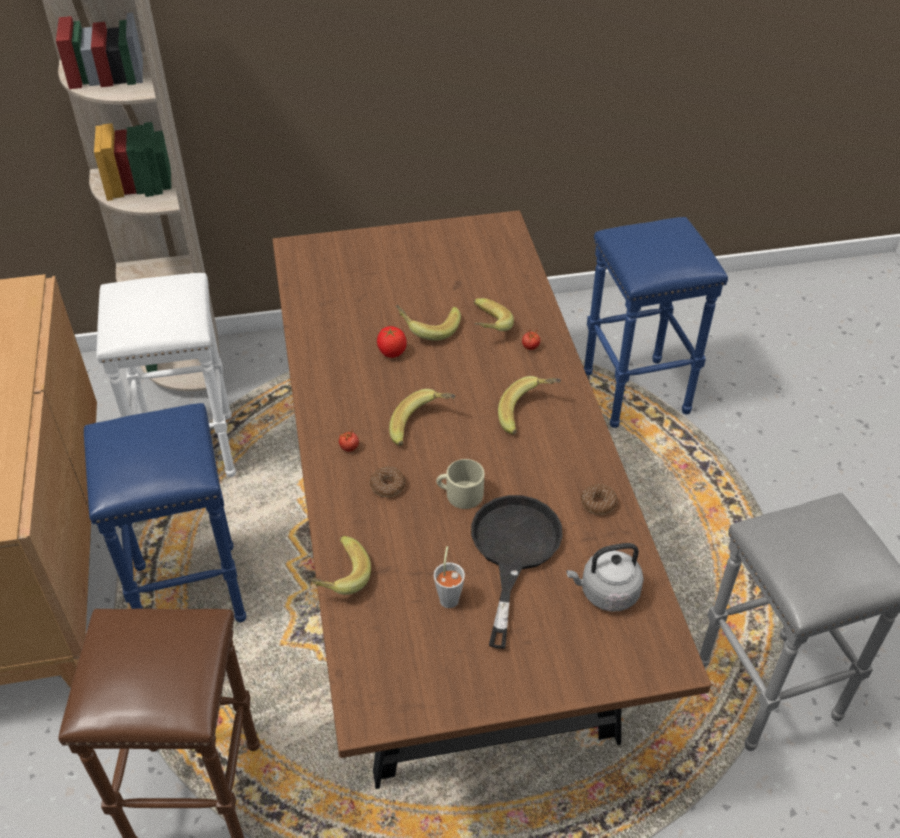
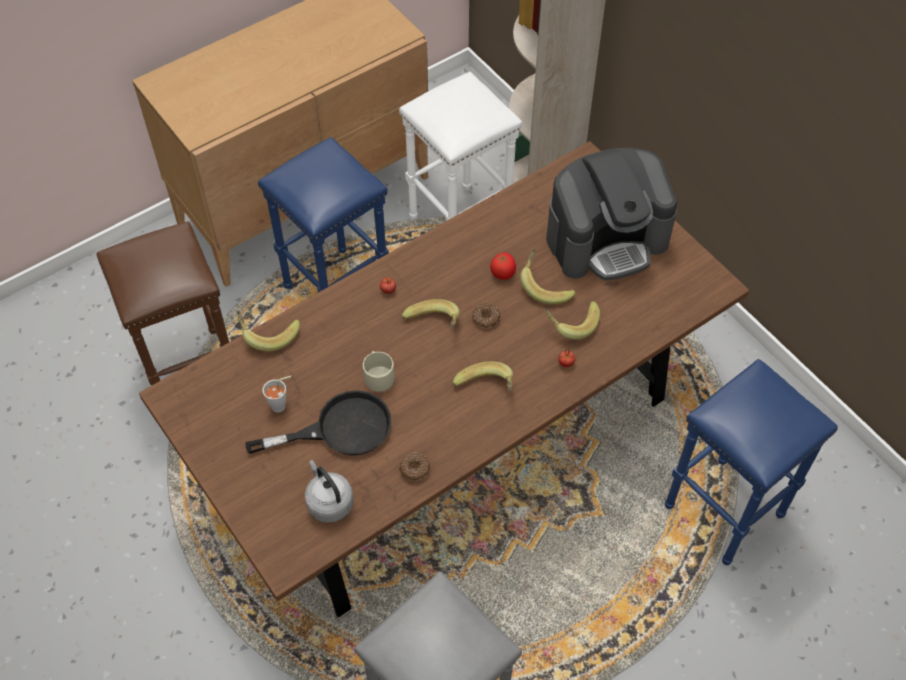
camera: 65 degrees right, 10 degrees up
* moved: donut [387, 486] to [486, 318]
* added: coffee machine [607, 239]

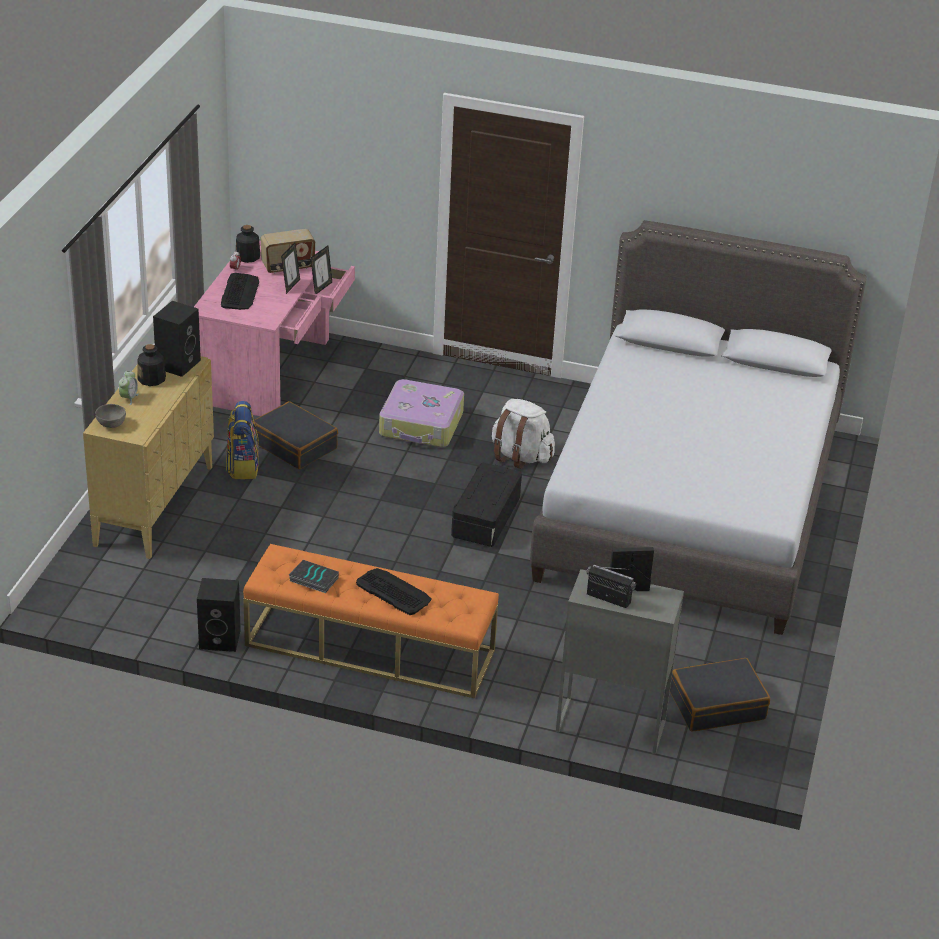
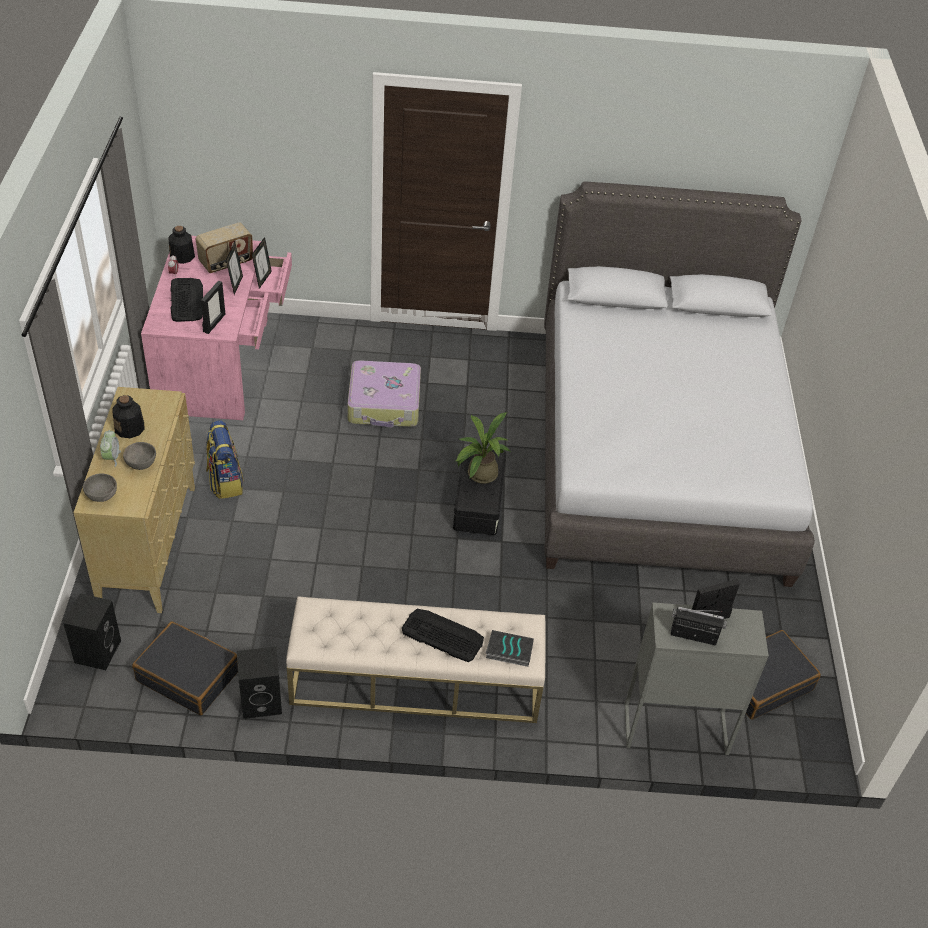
camera: 15 degrees left, 10 degrees up
* moved: black speaker [178, 363] to [97, 650]
* recoloured: orange bench [369, 648] to beige bench [415, 681]
* moved: black suitcase [295, 445] to [188, 675]
* moved: book [313, 580] to [508, 651]
* removed: white backpack [520, 456]
* added: grey bowl [141, 464]
* added: picture frame [214, 323]
* added: potted plant [479, 475]

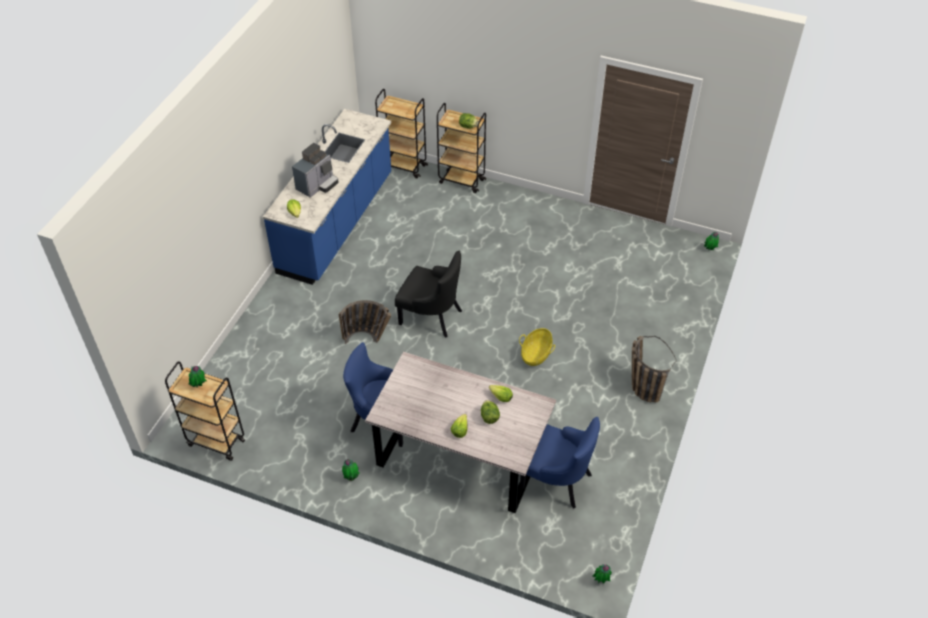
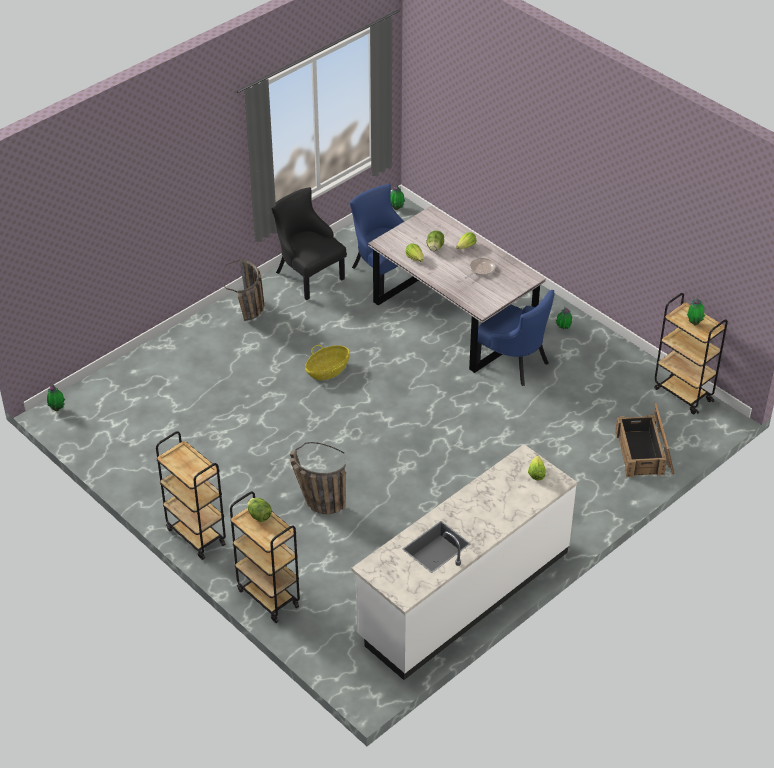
camera: 155 degrees left, 5 degrees down
* recoloured: blue counter [337, 224] to white counter [463, 594]
* removed: coffee machine [317, 185]
* moved: basket [368, 339] to [316, 502]
* moved: brown cart [404, 167] to [195, 537]
* moved: black chair [430, 316] to [309, 277]
* added: frying pan [480, 269]
* added: crate [645, 452]

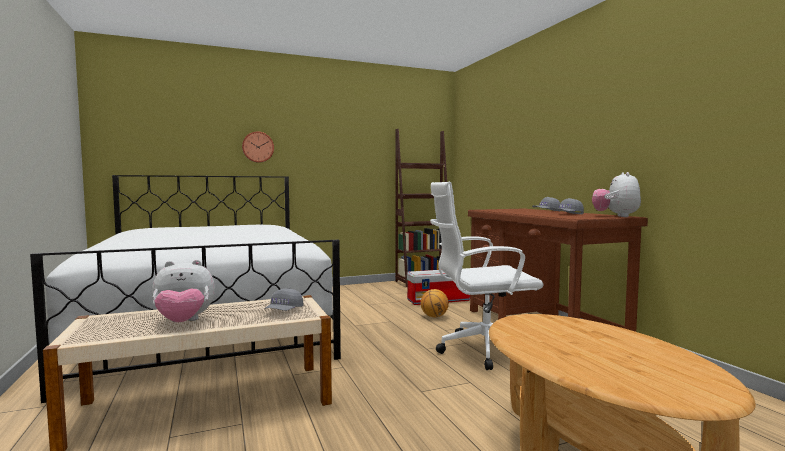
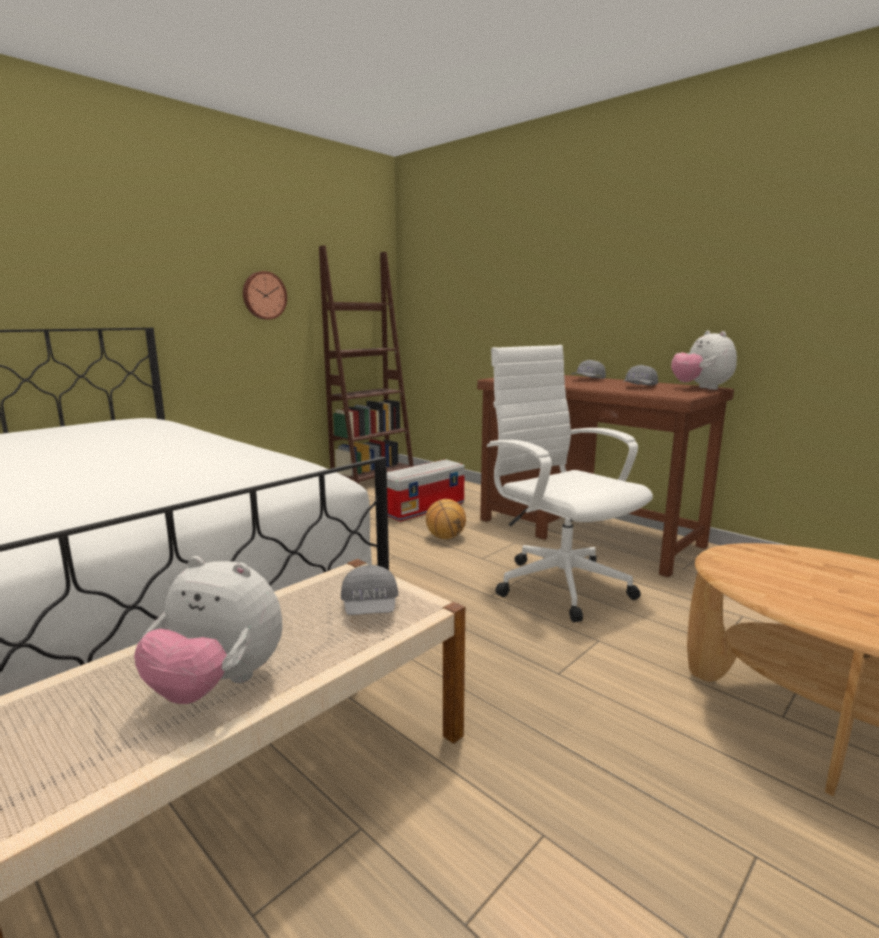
camera: 25 degrees left, 10 degrees up
* turned: plush toy [184, 322] = [218, 685] 60 degrees clockwise
* moved: wall clock [258, 147] to [264, 295]
* turned: white office chair [480, 350] = [558, 584] 90 degrees clockwise

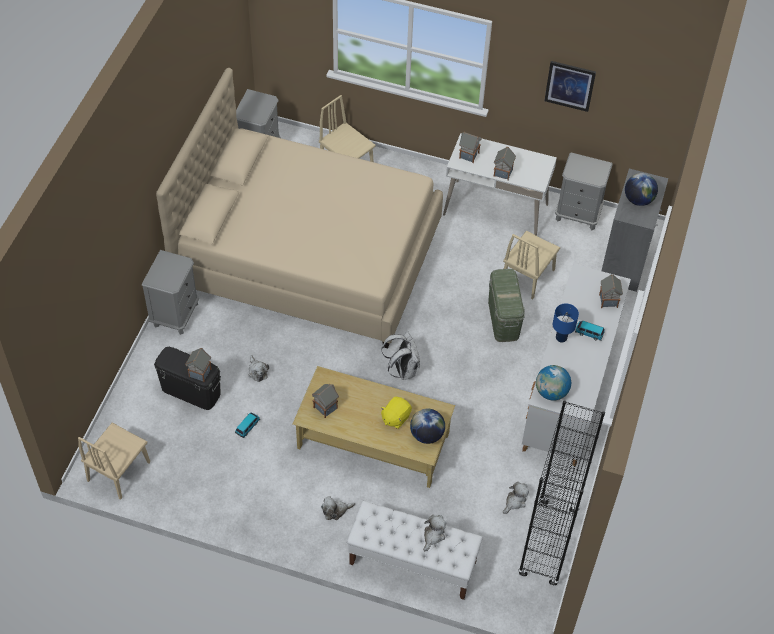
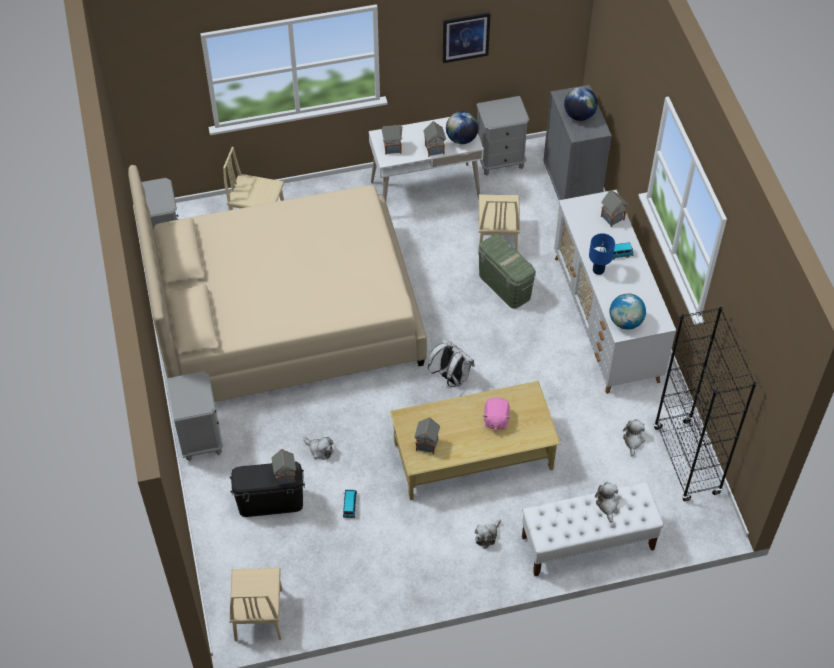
camera: 30 degrees left, 0 degrees up
* recoloured: yellow plush toy [395, 417] to pink plush toy [495, 419]
* moved: globe [426, 435] to [461, 139]

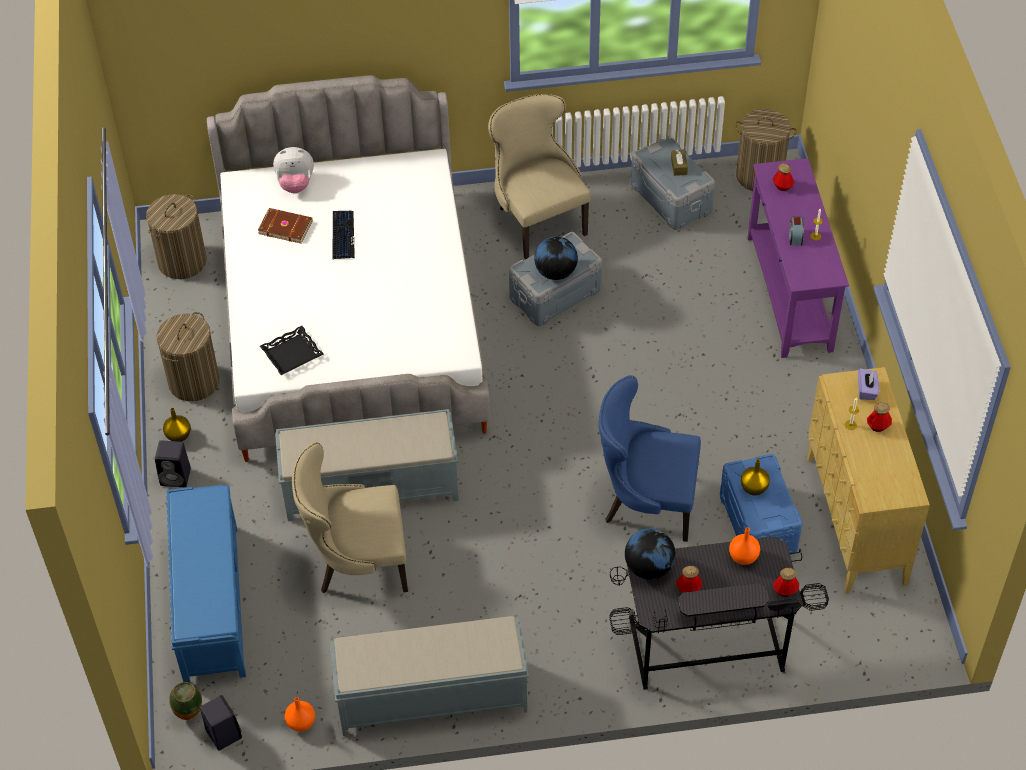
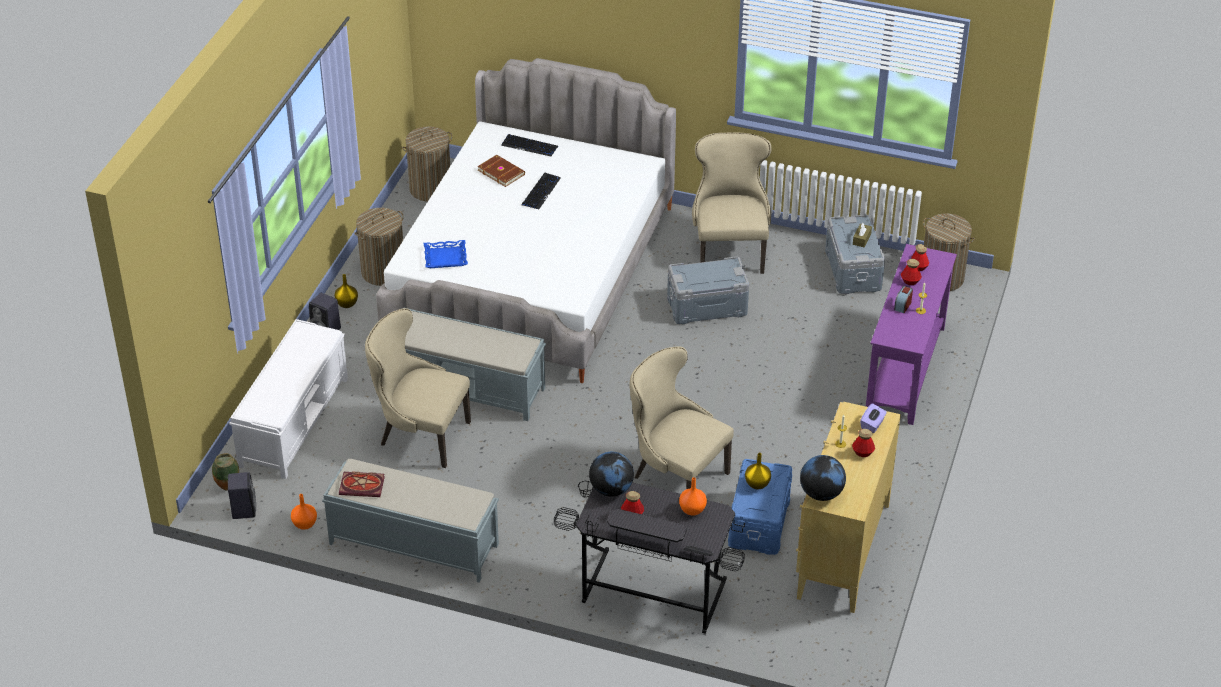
camera: 25 degrees right, 10 degrees down
* recoloured: blue bench [211, 602] to white bench [294, 421]
* recoloured: black tray [292, 354] to blue tray [445, 258]
* replaced: plush toy [295, 184] to keyboard [529, 146]
* moved: globe [556, 272] to [821, 493]
* recoloured: blue chair [646, 503] to beige chair [676, 476]
* moved: bottle [785, 590] to [910, 281]
* added: book [363, 485]

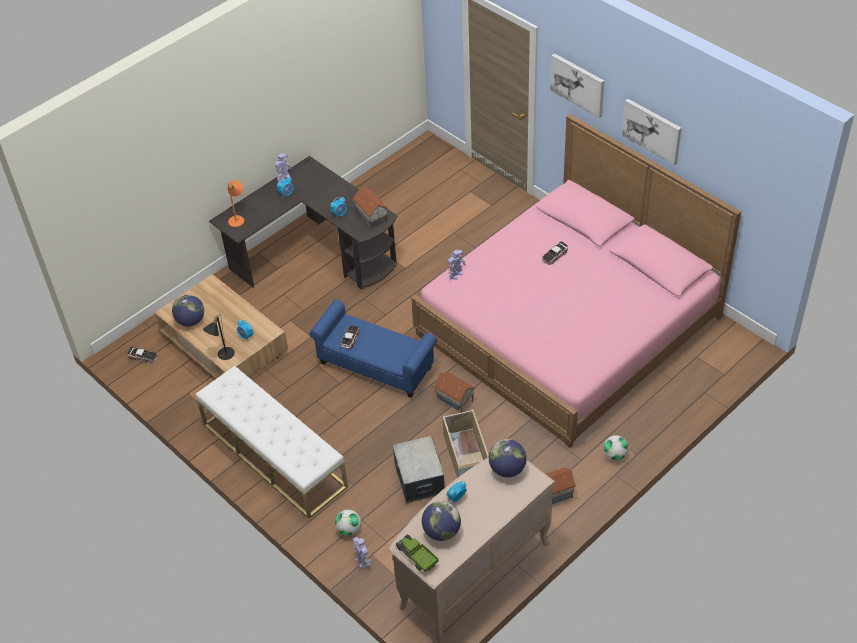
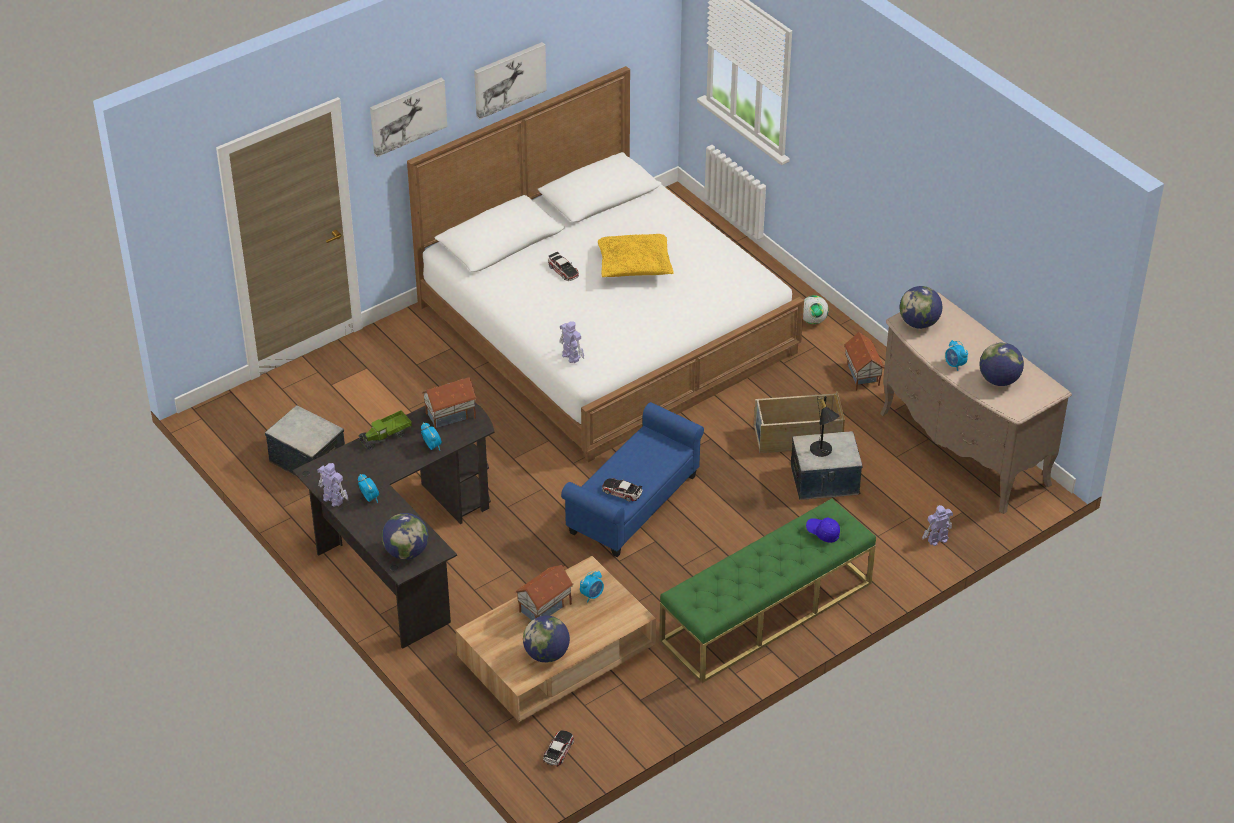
camera: 85 degrees left, 5 degrees down
* recoloured: white bench [274, 455] to green bench [766, 612]
* moved: black table lamp [222, 354] to [822, 452]
* replaced: orange table lamp [238, 219] to globe [406, 552]
* removed: football [349, 529]
* moved: toy truck [417, 557] to [385, 436]
* recoloured: pink bed [568, 324] to white bed [606, 328]
* moved: toy house [454, 401] to [545, 608]
* added: storage box [308, 460]
* added: yellow pillow [635, 266]
* added: blue cap [823, 533]

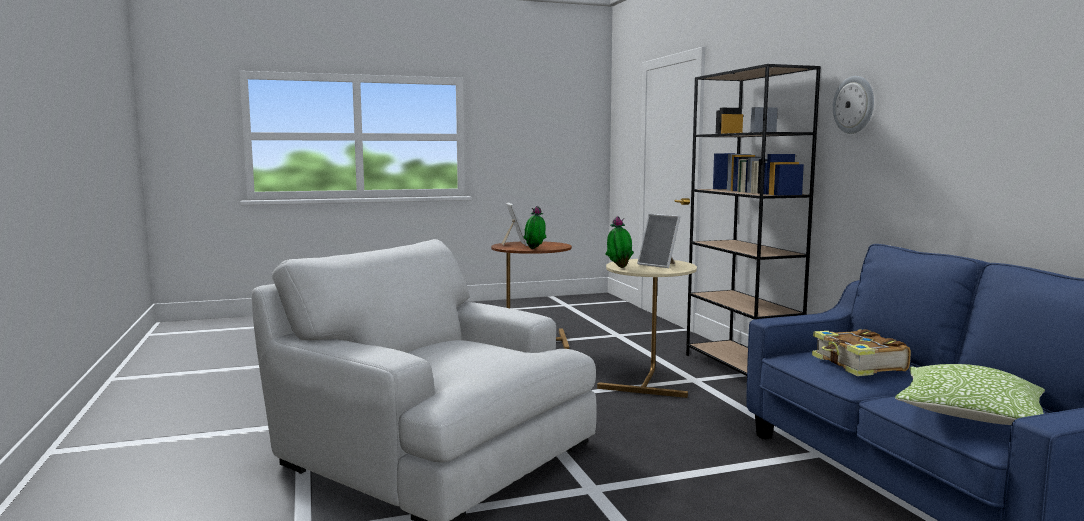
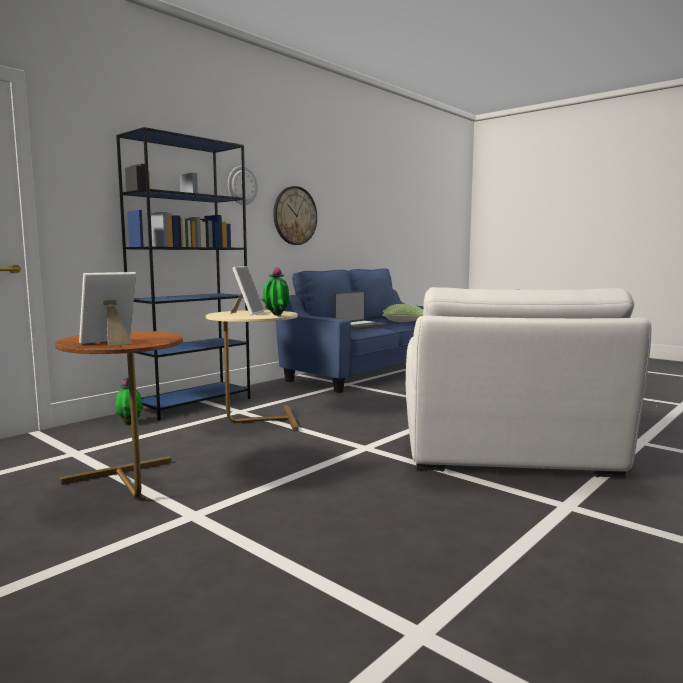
camera: 120 degrees left, 0 degrees up
* moved: potted plant [535, 249] to [130, 423]
* recoloured: beige bookcase [741, 369] to blue bookcase [193, 404]
* replaced: book [858, 365] to laptop [359, 326]
* added: wall clock [295, 215]

